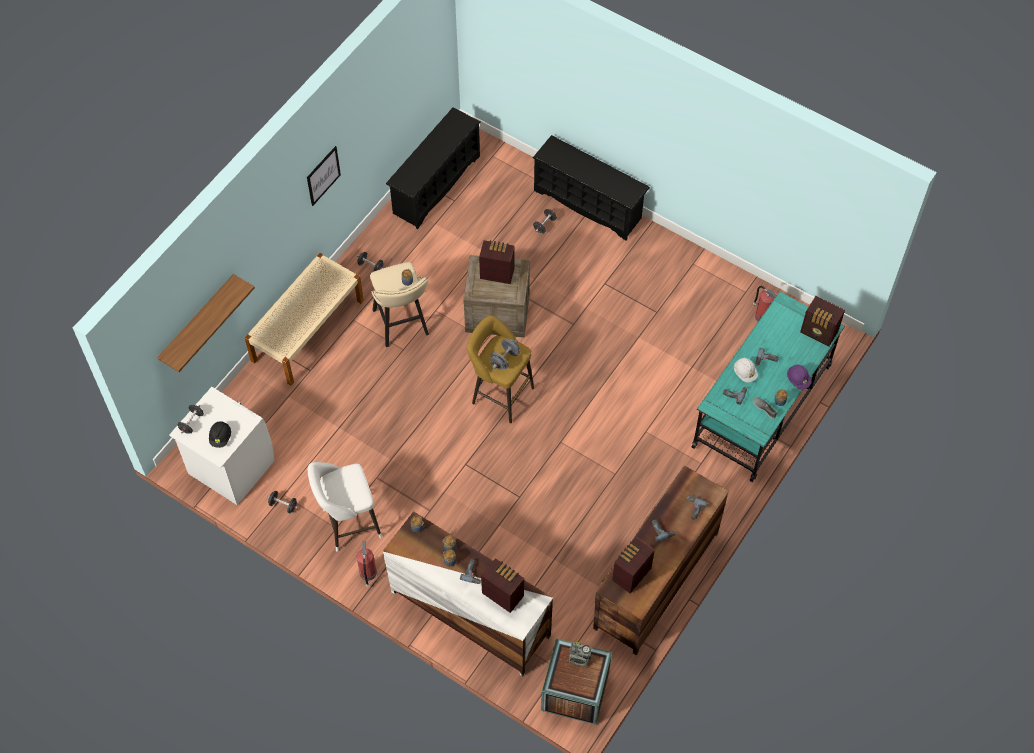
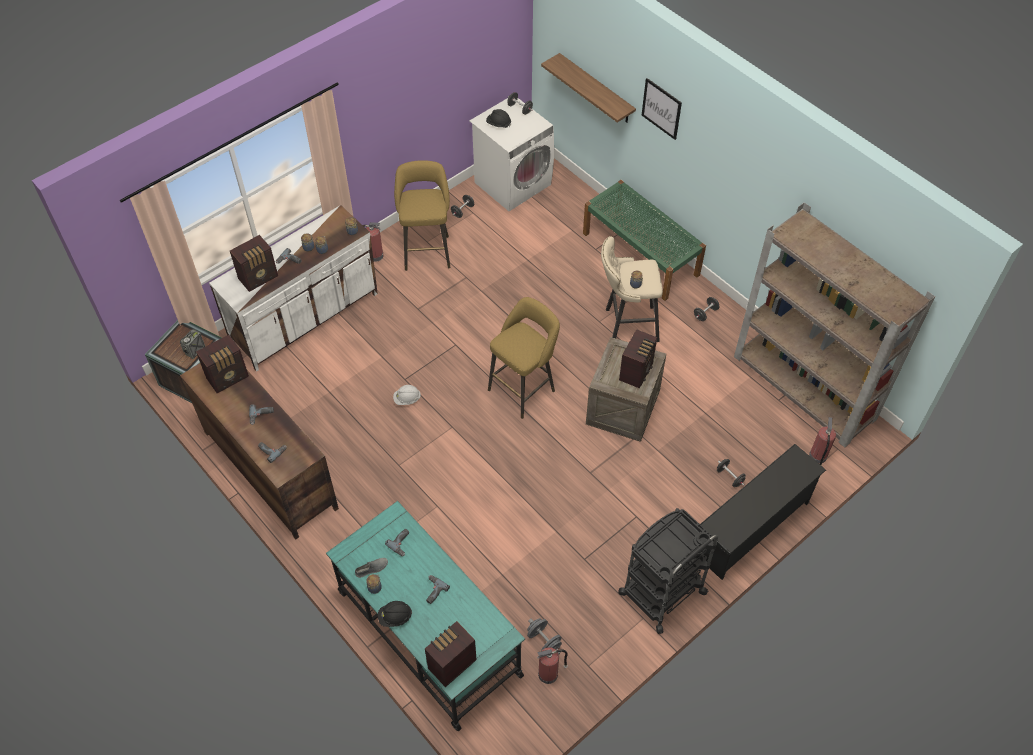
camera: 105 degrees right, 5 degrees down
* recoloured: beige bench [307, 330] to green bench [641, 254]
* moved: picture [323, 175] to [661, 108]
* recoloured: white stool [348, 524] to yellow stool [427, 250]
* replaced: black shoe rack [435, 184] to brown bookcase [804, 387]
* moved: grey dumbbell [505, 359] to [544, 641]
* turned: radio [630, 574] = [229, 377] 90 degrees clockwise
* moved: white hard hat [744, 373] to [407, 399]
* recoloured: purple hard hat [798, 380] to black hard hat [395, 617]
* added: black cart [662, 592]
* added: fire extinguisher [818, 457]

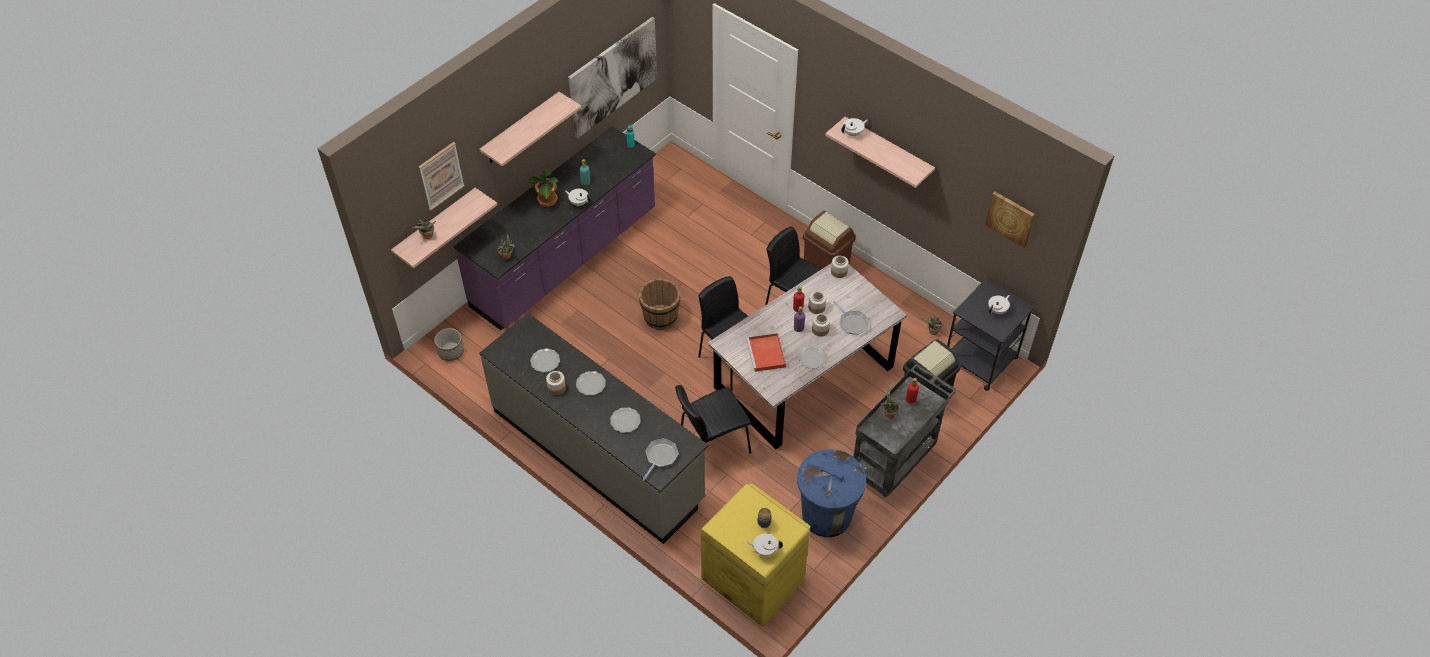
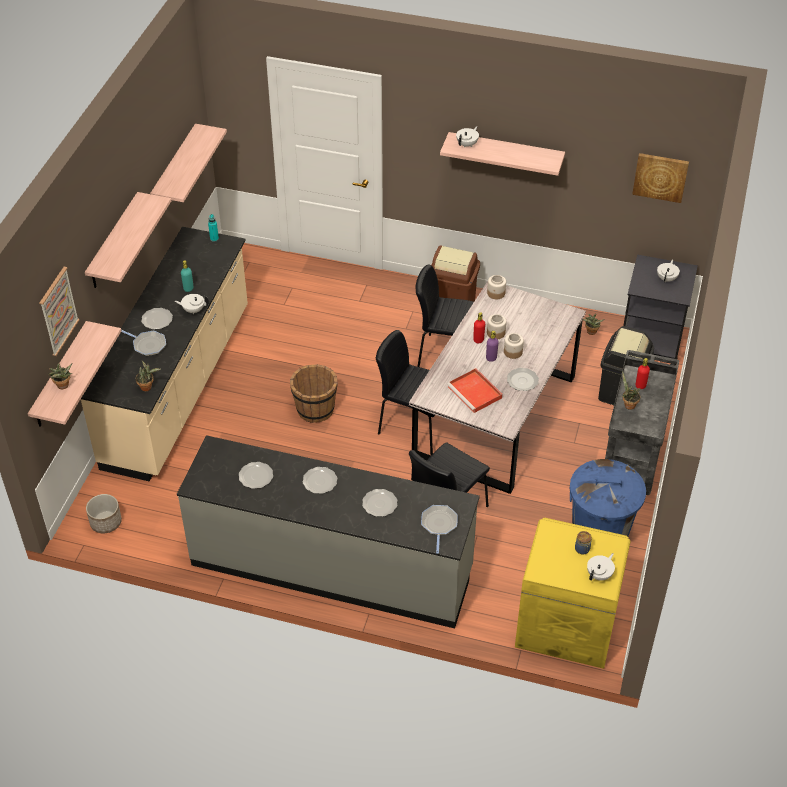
camera: 25 degrees left, 5 degrees down
* recoloured: purple counter [565, 259] to beige counter [179, 387]
* replaced: potted plant [547, 201] to plate [157, 319]
* removed: jar [557, 388]
* replaced: picture [613, 76] to shelf [174, 168]
* turned: white teapot [764, 550] = [599, 574] 150 degrees clockwise
* moved: frying pan [852, 323] to [148, 345]

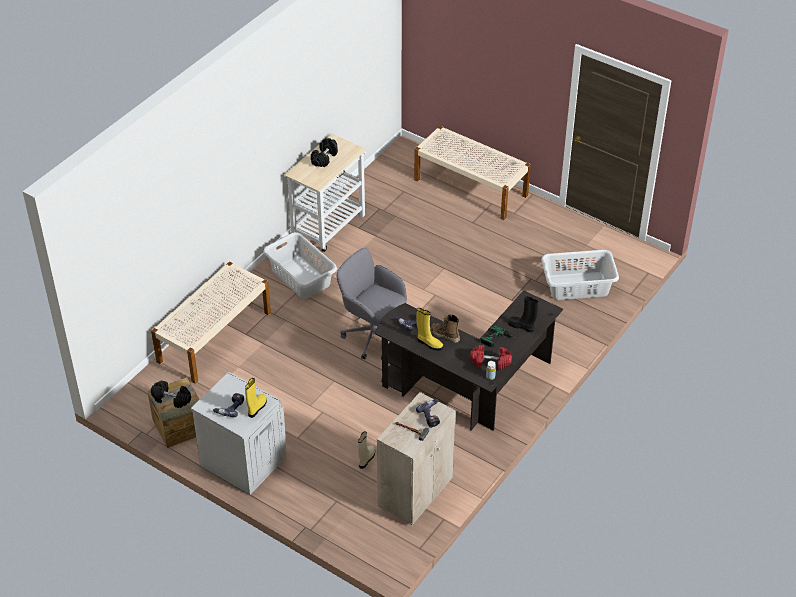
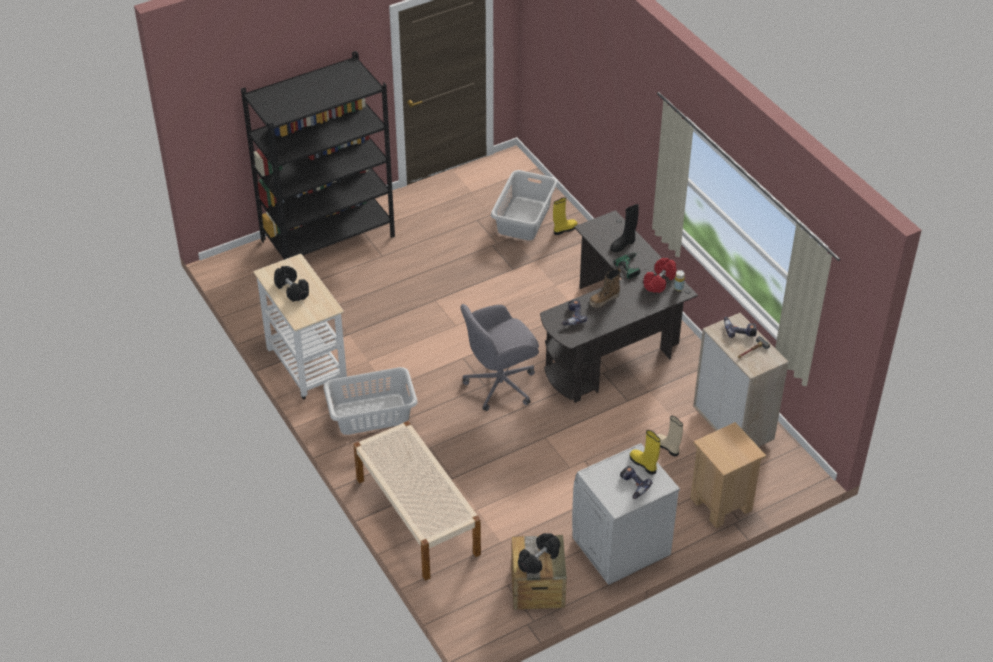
camera: 65 degrees left, 0 degrees up
* replaced: beige bench [471, 187] to black bookcase [328, 238]
* moved: yellow boot [429, 343] to [564, 229]
* added: beige nightstand [719, 504]

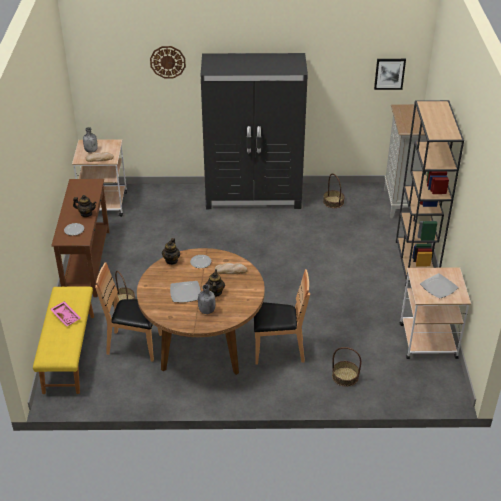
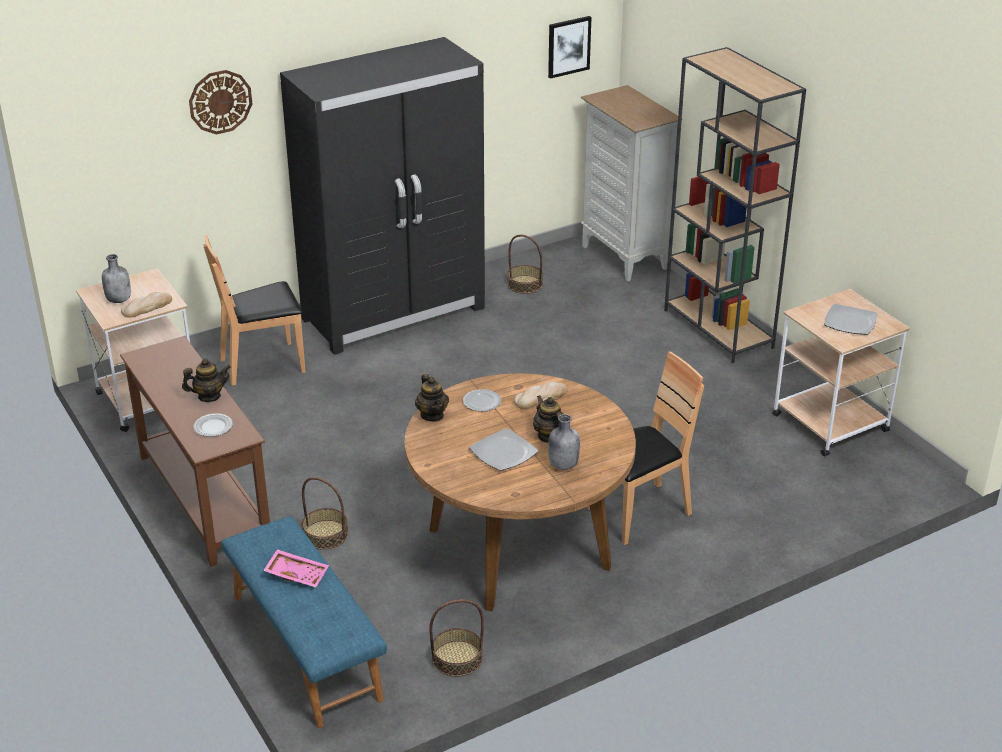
camera: 30 degrees left, 5 degrees down
* recoloured: yellow bench [68, 353] to blue bench [304, 647]
* moved: brown chair [135, 345] to [263, 364]
* moved: basket [345, 376] to [457, 658]

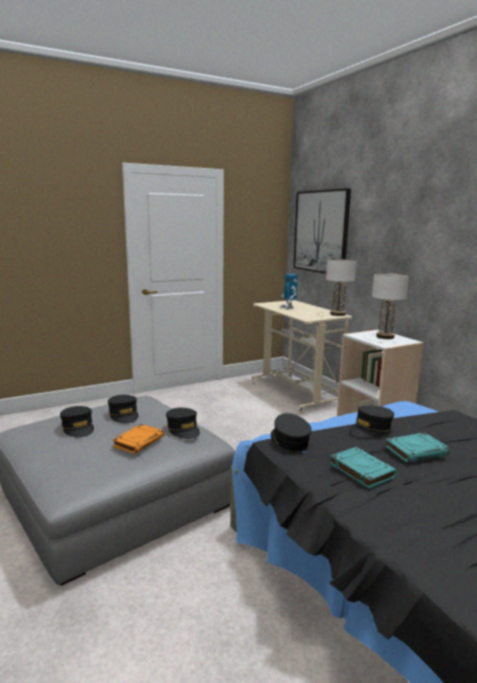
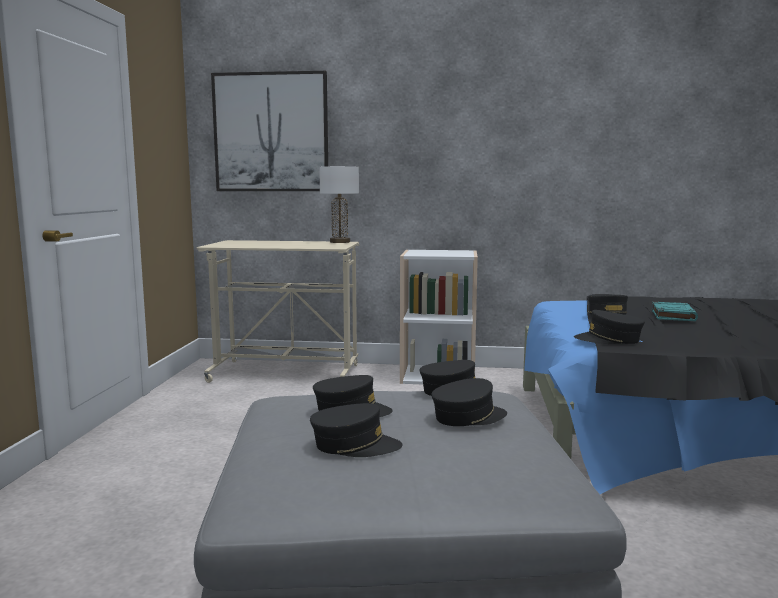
camera: 55 degrees left, 5 degrees down
* replaced: orange book [138, 441] to black cap [468, 417]
* removed: toy robot [288, 308]
* removed: turquoise book [361, 470]
* removed: table lamp [385, 337]

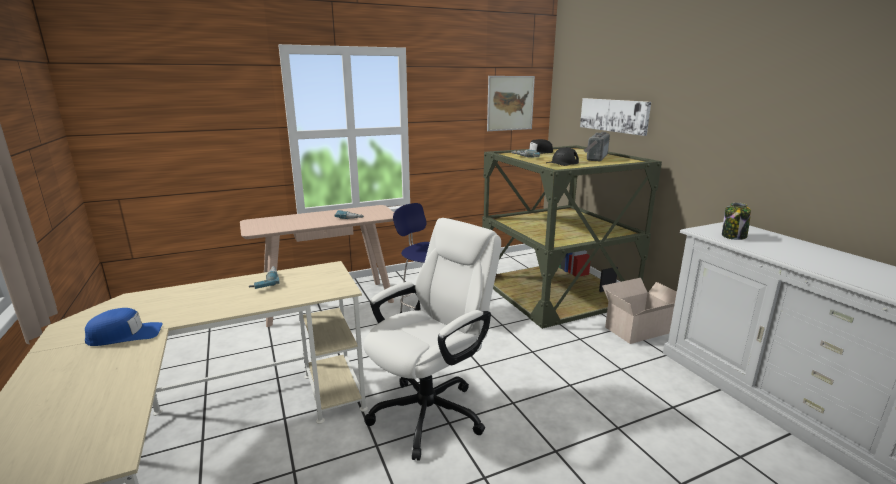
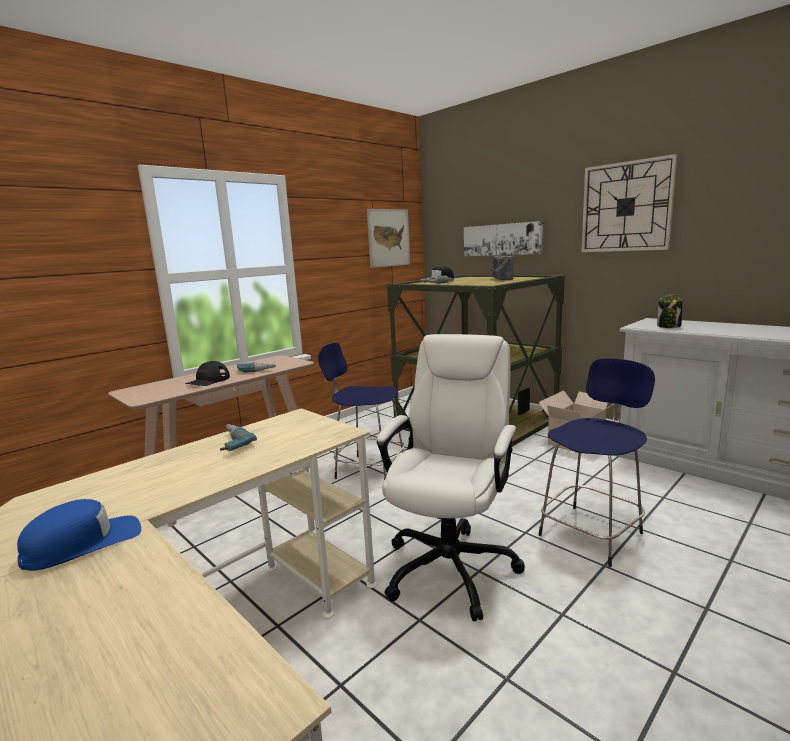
camera: 20 degrees left, 5 degrees down
* moved: black cap [562, 163] to [208, 381]
* added: blue stool [592, 532]
* added: wall clock [626, 207]

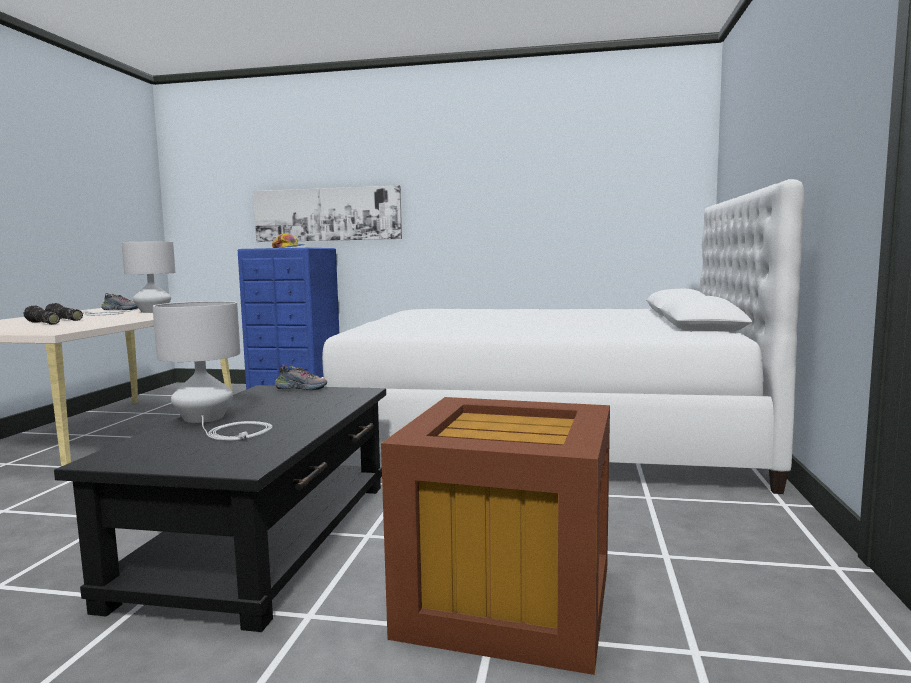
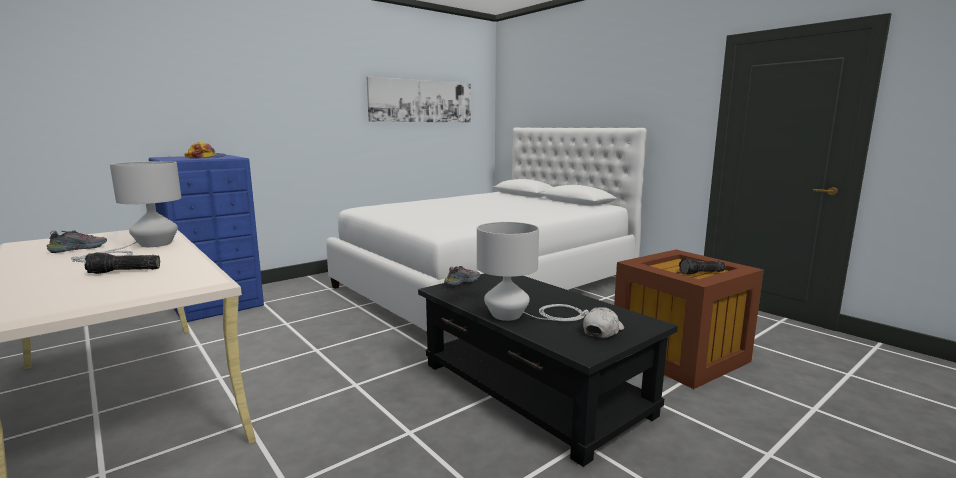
camera: 50 degrees left, 5 degrees up
* moved: flashlight [42, 323] to [702, 273]
* moved: picture [327, 214] to [422, 101]
* added: white cap [602, 330]

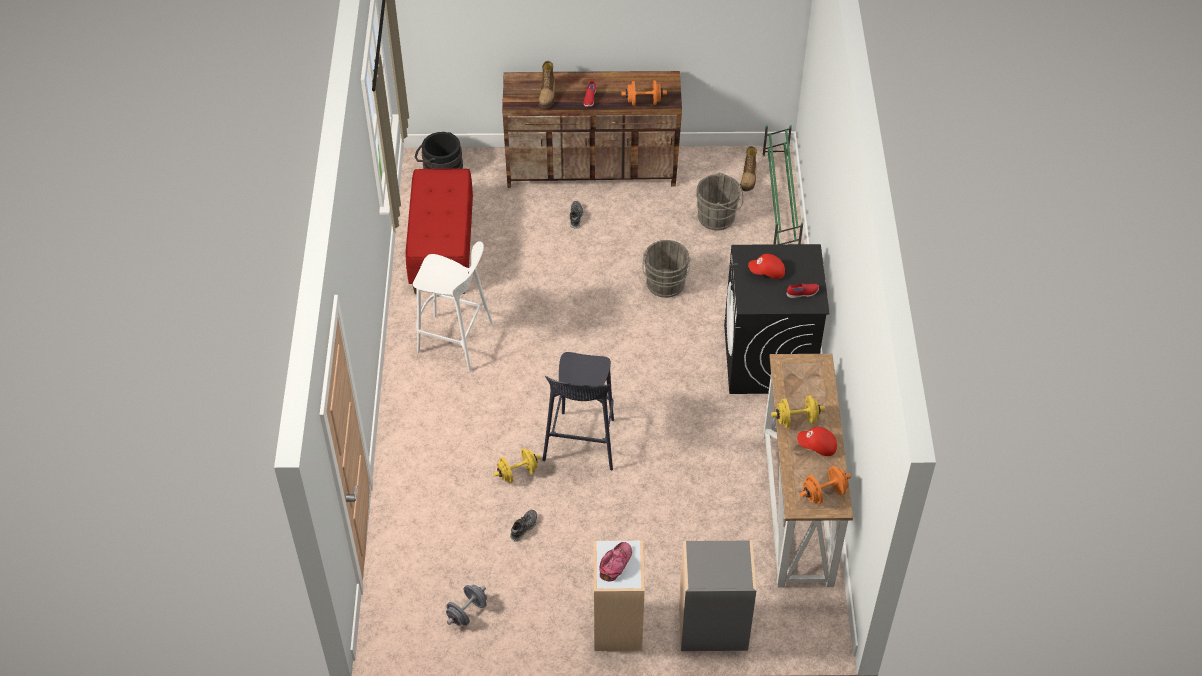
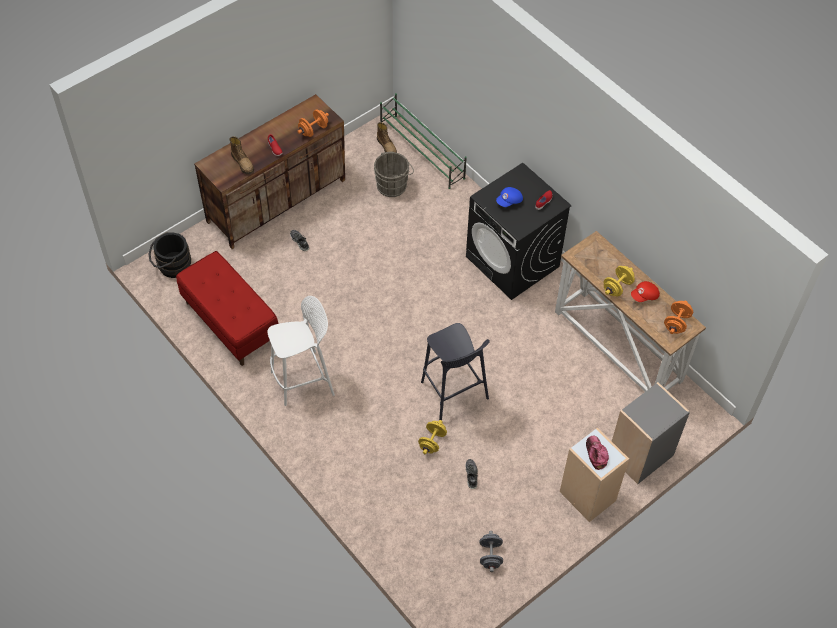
camera: 40 degrees left, 5 degrees up
* removed: grey bucket [665, 286]
* recoloured: red cap [767, 272] to blue cap [509, 201]

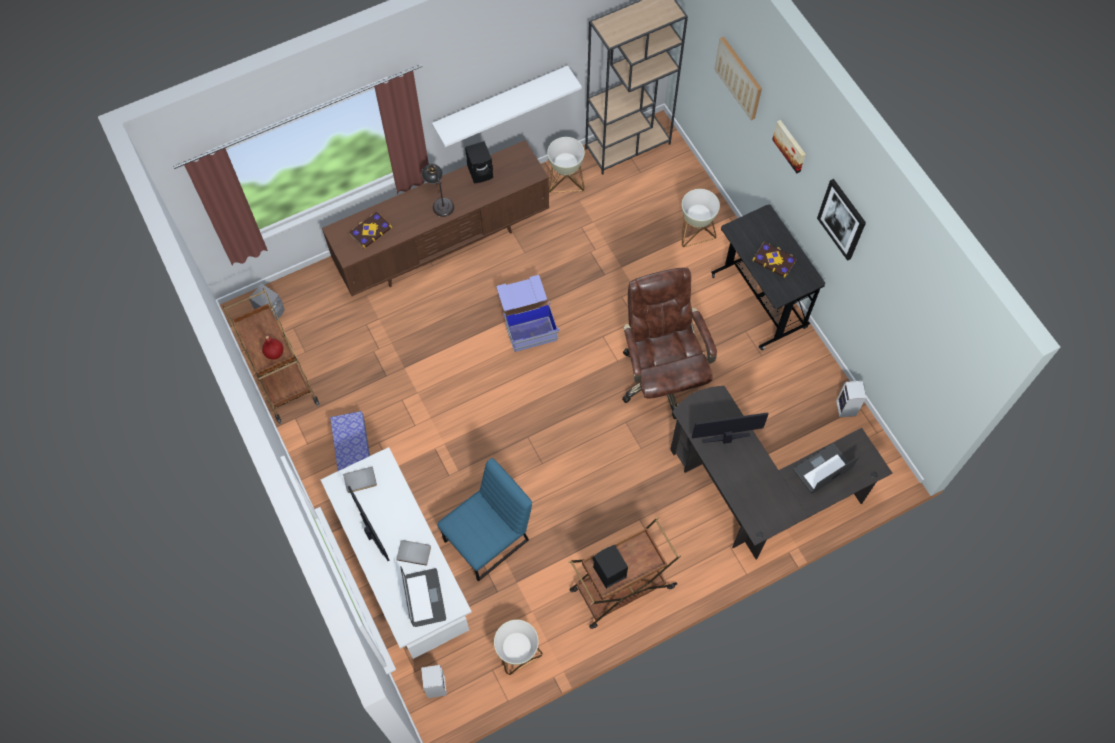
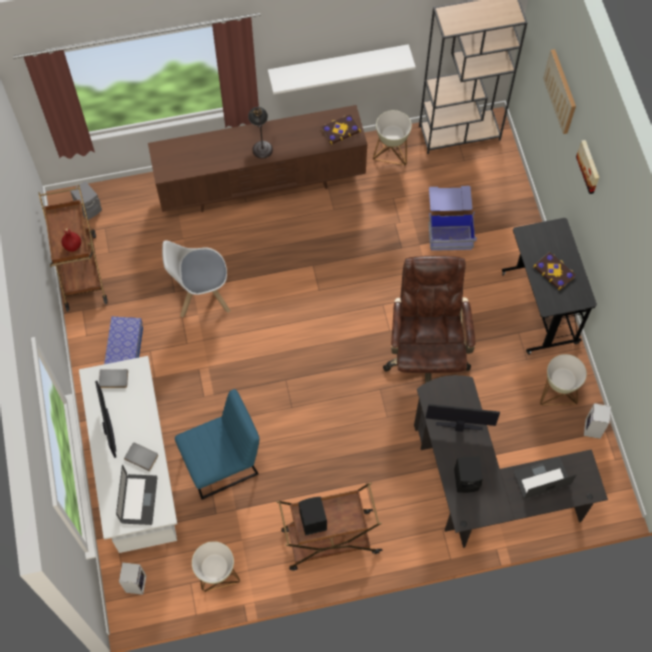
camera: 15 degrees right, 0 degrees up
* moved: book [370, 230] to [340, 130]
* moved: black speaker [481, 172] to [467, 480]
* moved: blue storage box [527, 320] to [449, 225]
* moved: planter [695, 233] to [557, 393]
* removed: picture [842, 219]
* added: chair [201, 294]

